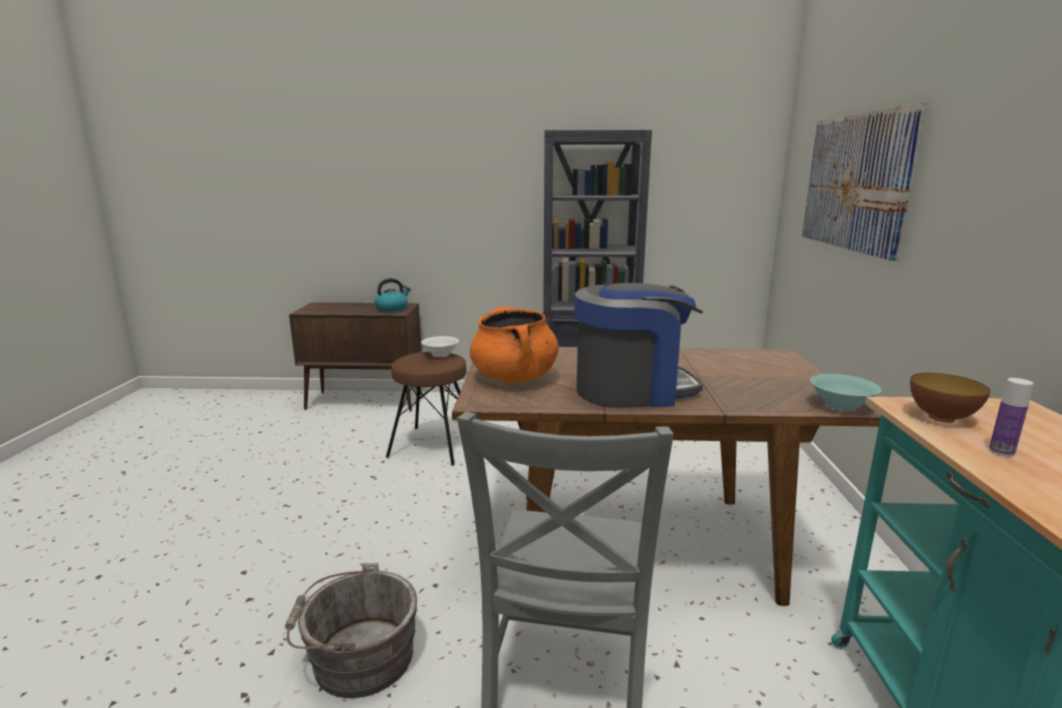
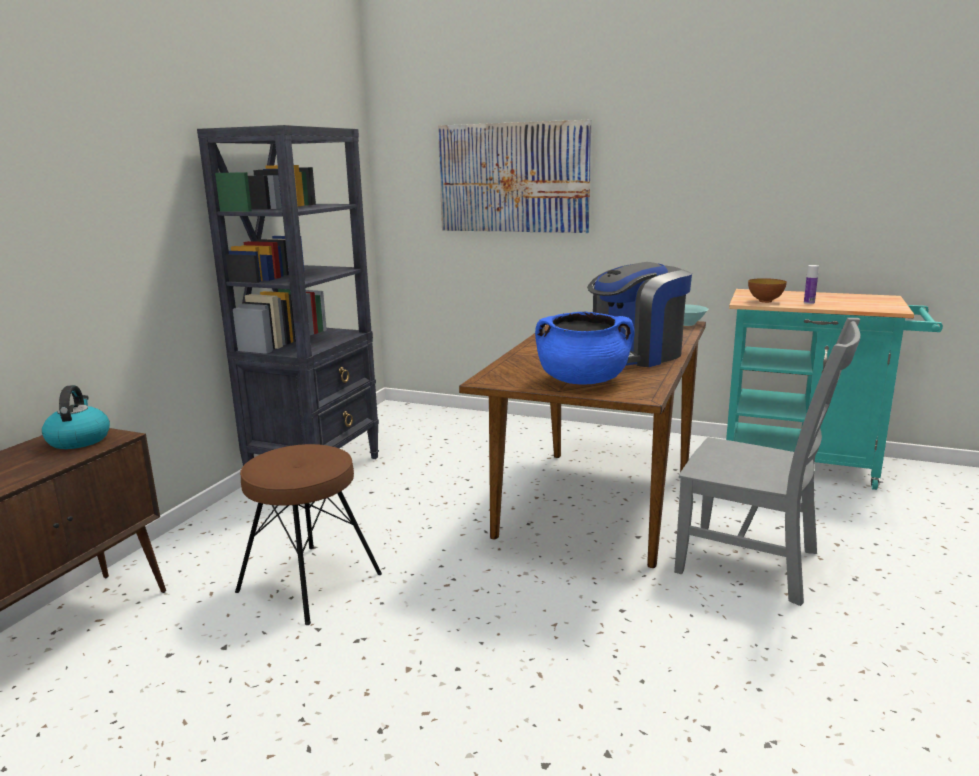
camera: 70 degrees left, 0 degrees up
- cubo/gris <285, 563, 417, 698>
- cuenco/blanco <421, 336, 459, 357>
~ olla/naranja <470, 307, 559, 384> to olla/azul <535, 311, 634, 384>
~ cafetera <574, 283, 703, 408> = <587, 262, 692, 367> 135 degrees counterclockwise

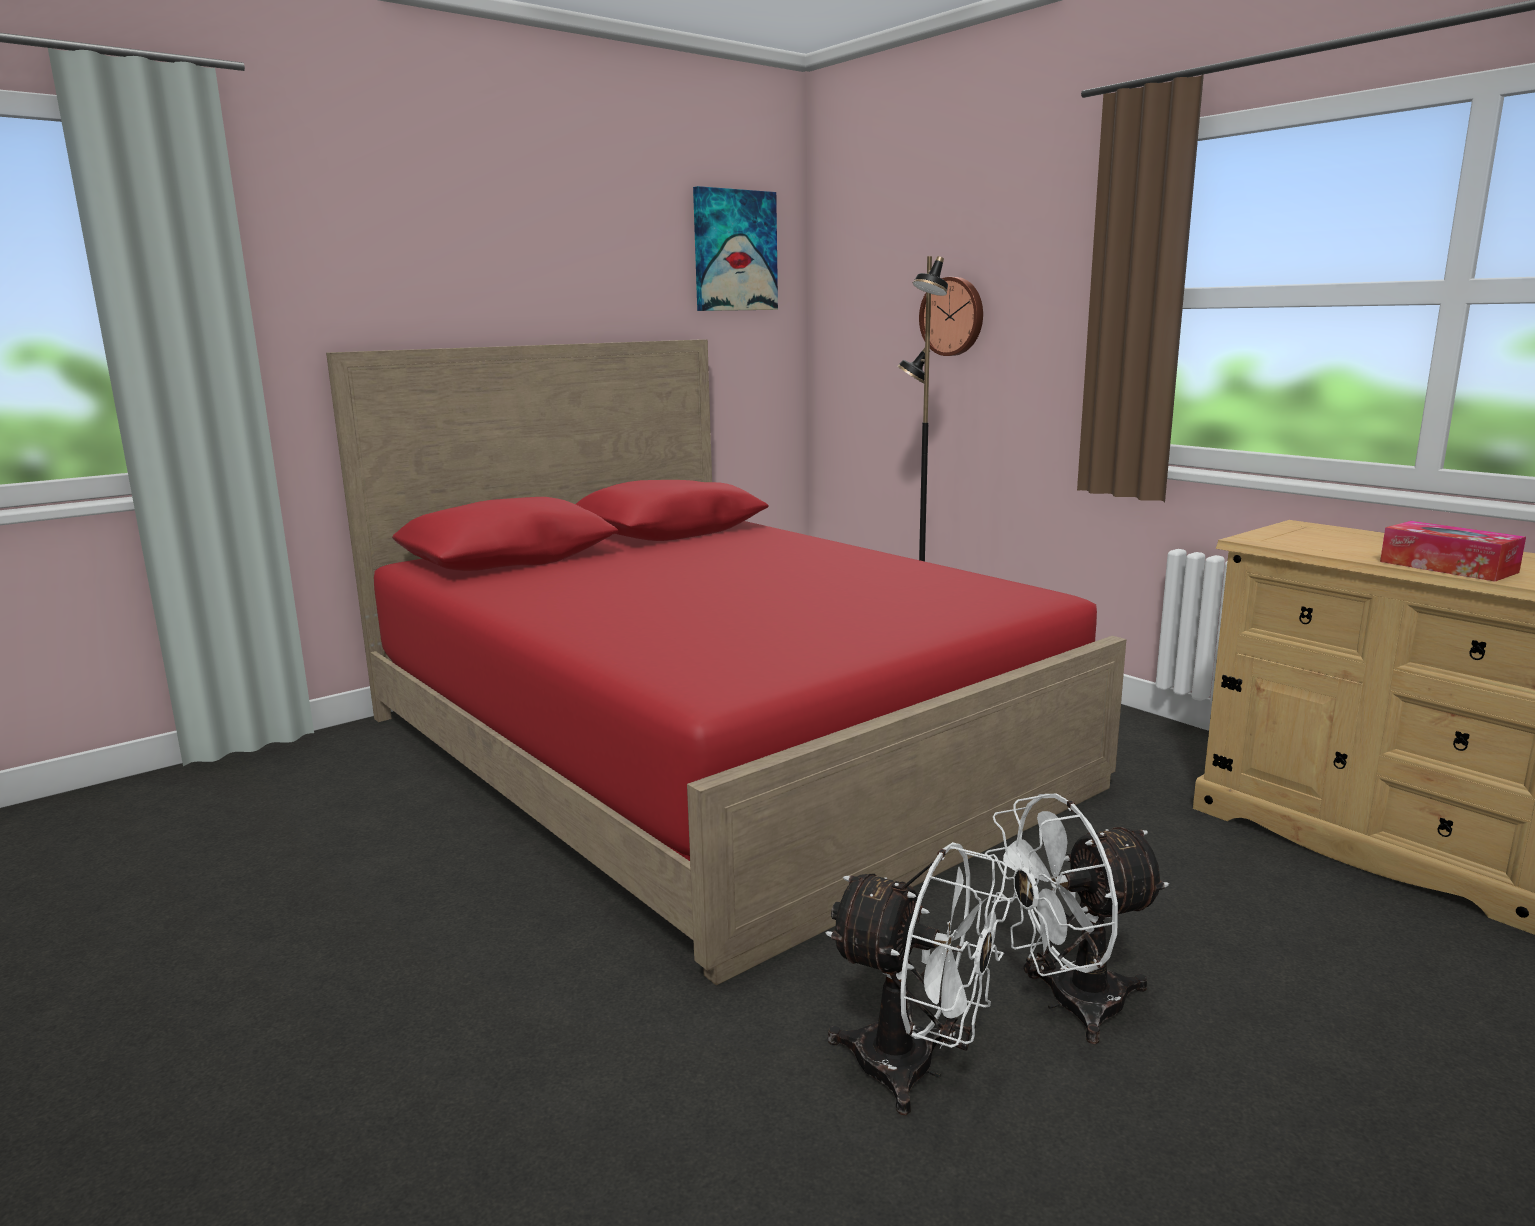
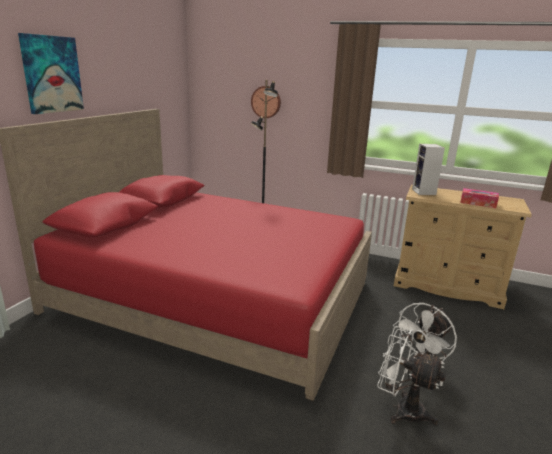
camera: 30 degrees left, 5 degrees up
~ cuadro <693, 186, 778, 311> to <18, 33, 84, 114>
~ ventilador/blanco <825, 842, 1010, 1115> = <377, 326, 446, 425> 150 degrees counterclockwise
+ altavoz <412, 144, 445, 195>

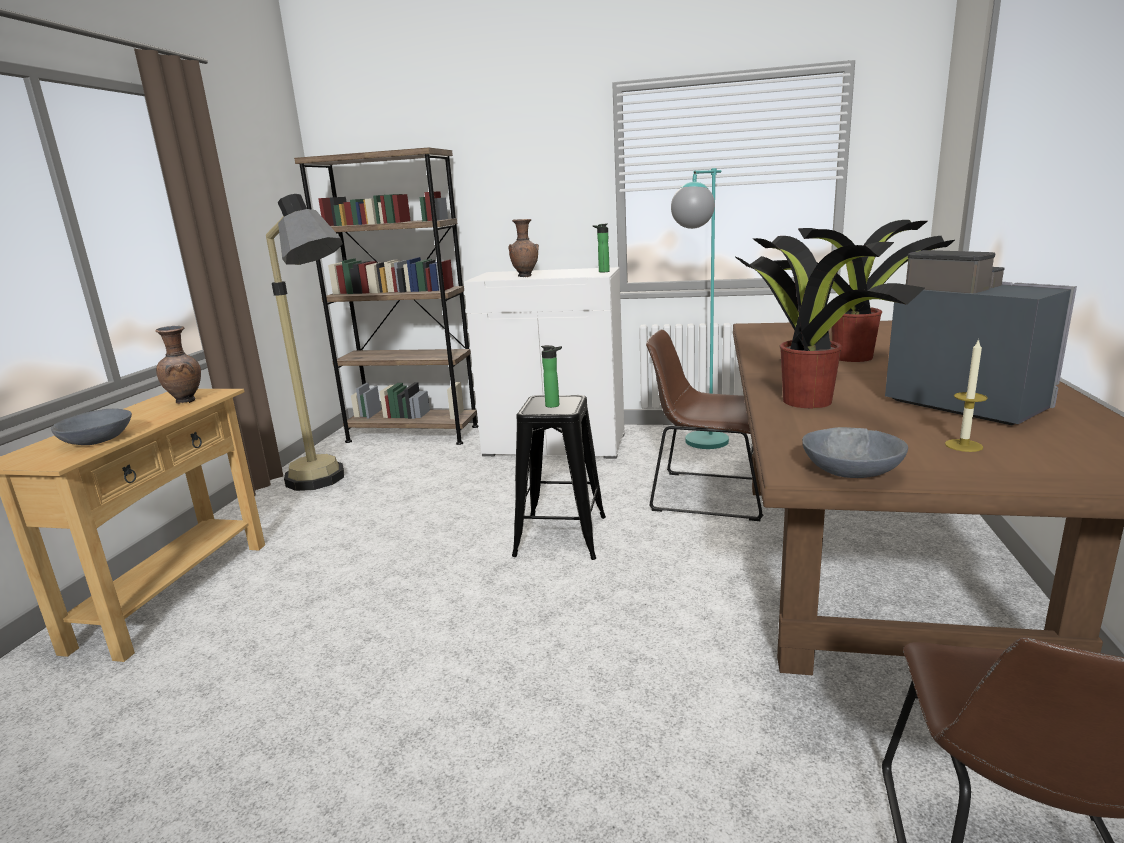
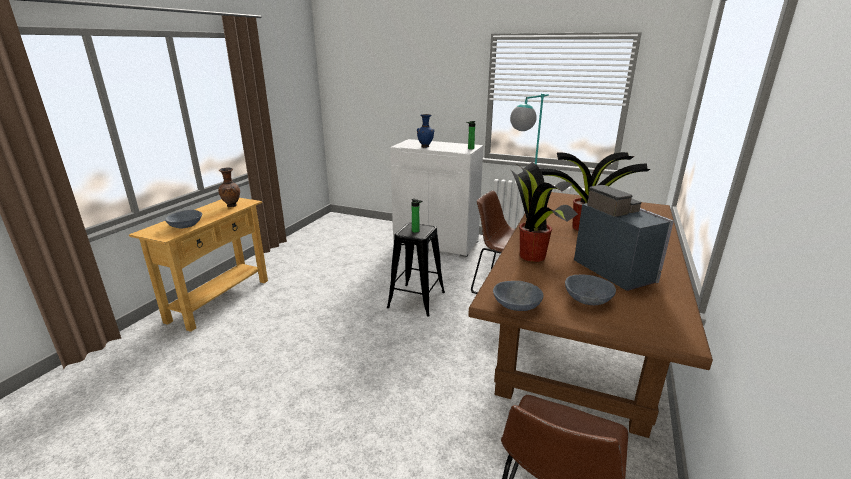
camera: 10 degrees right, 5 degrees up
- lámpara de pie <266, 194, 344, 491>
- estantería/marrón <294, 147, 479, 445>
~ florero/marrón <508, 219, 539, 277> to florero/azul <417, 114, 434, 148>
~ vela <945, 339, 988, 452> to cuenco/gris <565, 275, 616, 305>

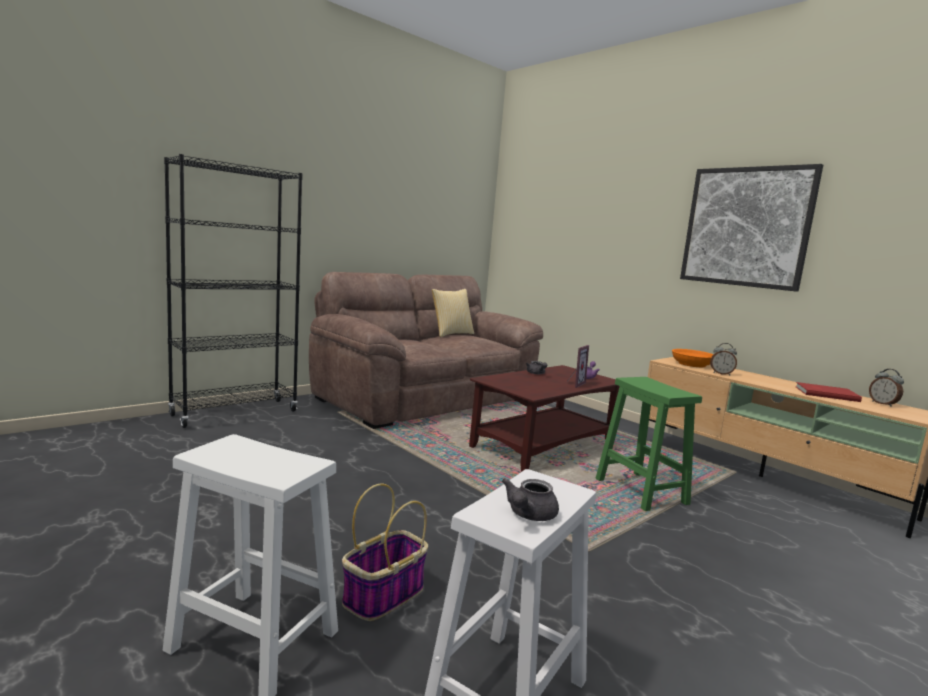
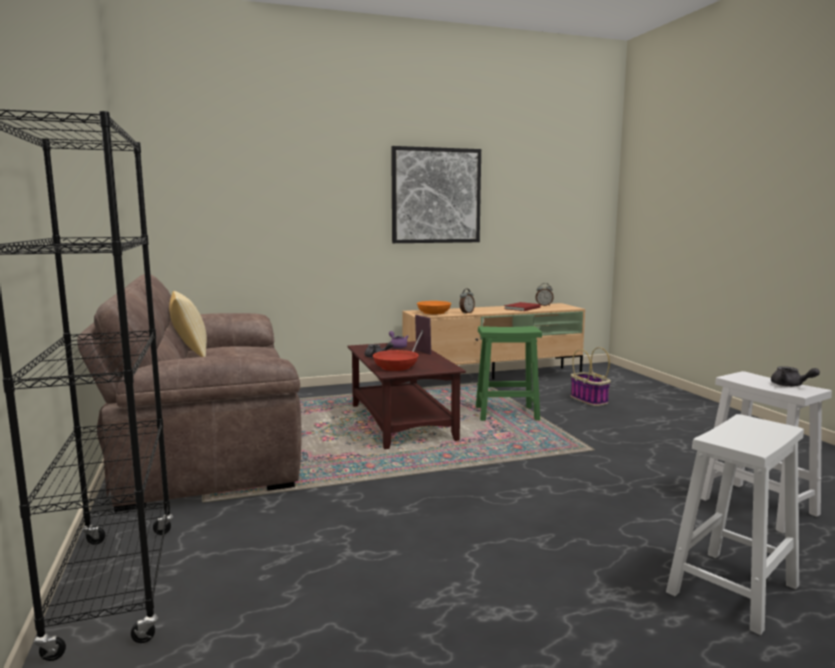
camera: 65 degrees left, 0 degrees up
~ cesta <342, 484, 428, 621> to <571, 347, 611, 406>
+ cuenco/rojo <373, 350, 419, 371>

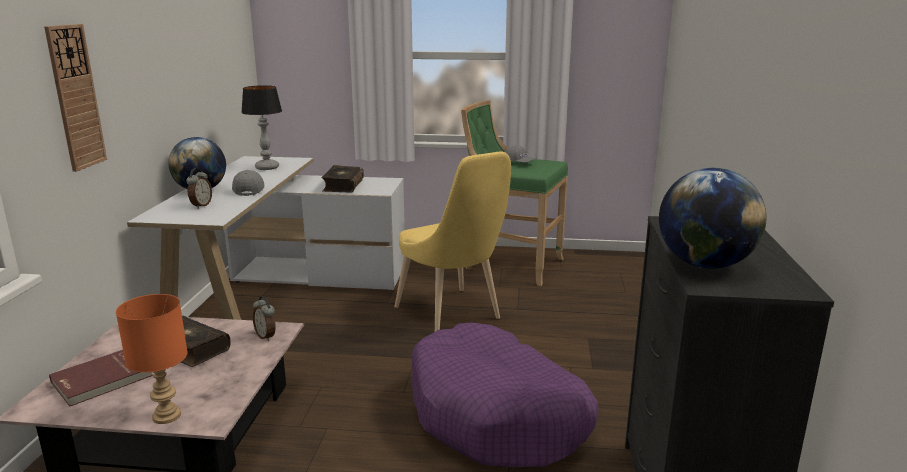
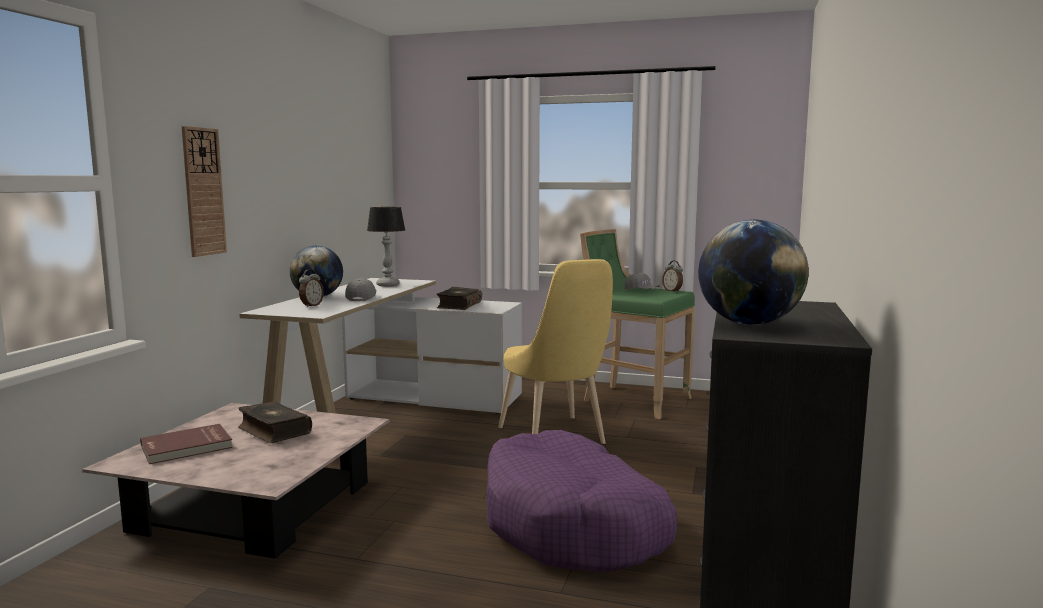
camera: 10 degrees right, 10 degrees down
- lámpara de mesa/naranja <116, 294, 188, 424>
~ despertador <253, 296, 276, 341> to <662, 260, 683, 293>

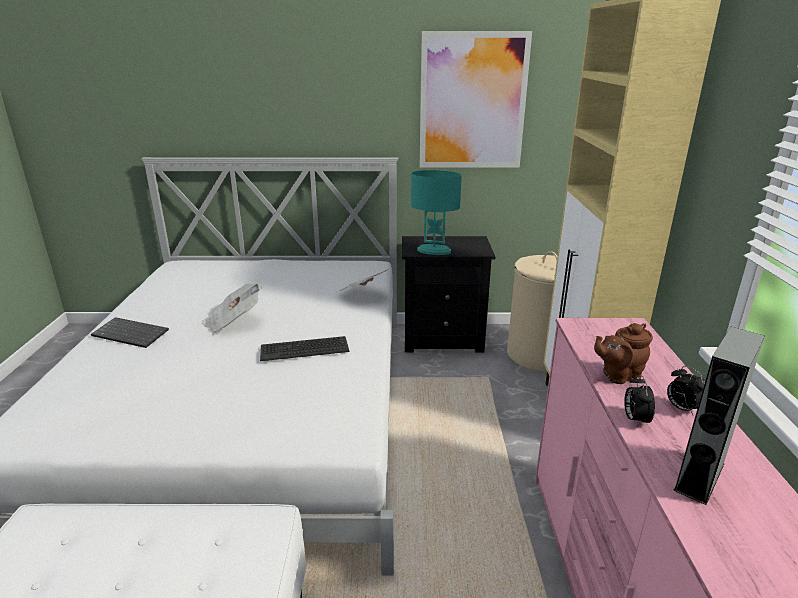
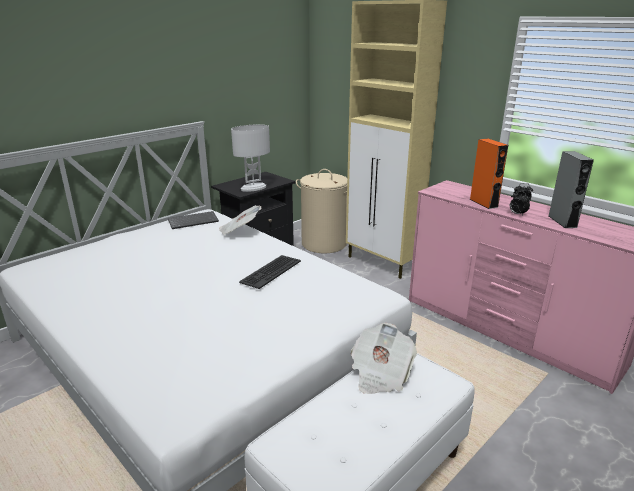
camera: 45 degrees left, 0 degrees up
~ teclado <91, 317, 169, 348> to <168, 211, 219, 229>
~ periódico <201, 283, 262, 332> to <351, 323, 417, 394>
~ lámpara de mesa/turquesa <411, 170, 461, 255> to lámpara de mesa/blanco <231, 124, 270, 192>
- cuadro <420, 31, 532, 168>
~ tetera/marrón <594, 323, 653, 384> to altavoz/naranja <470, 139, 508, 209>

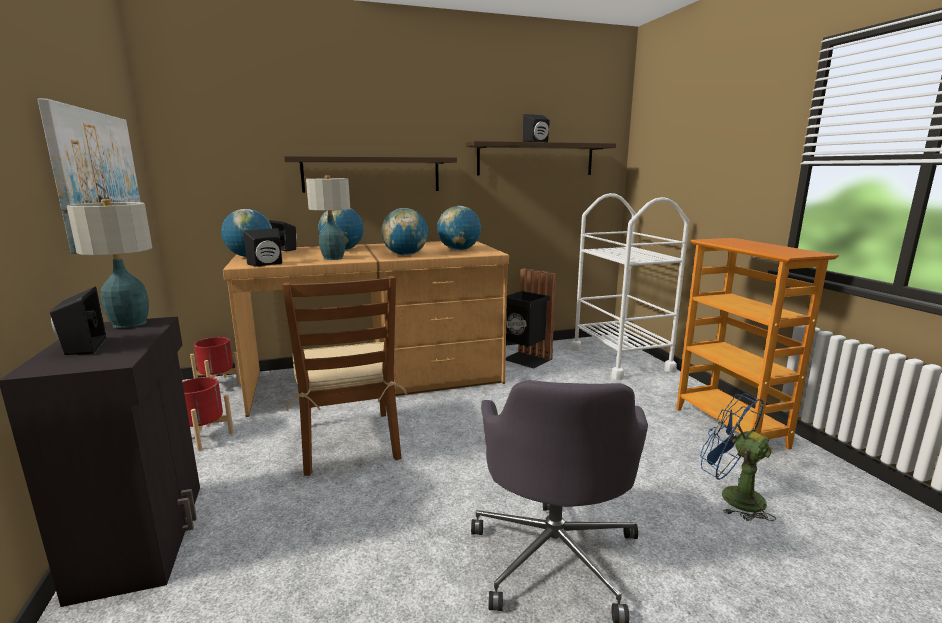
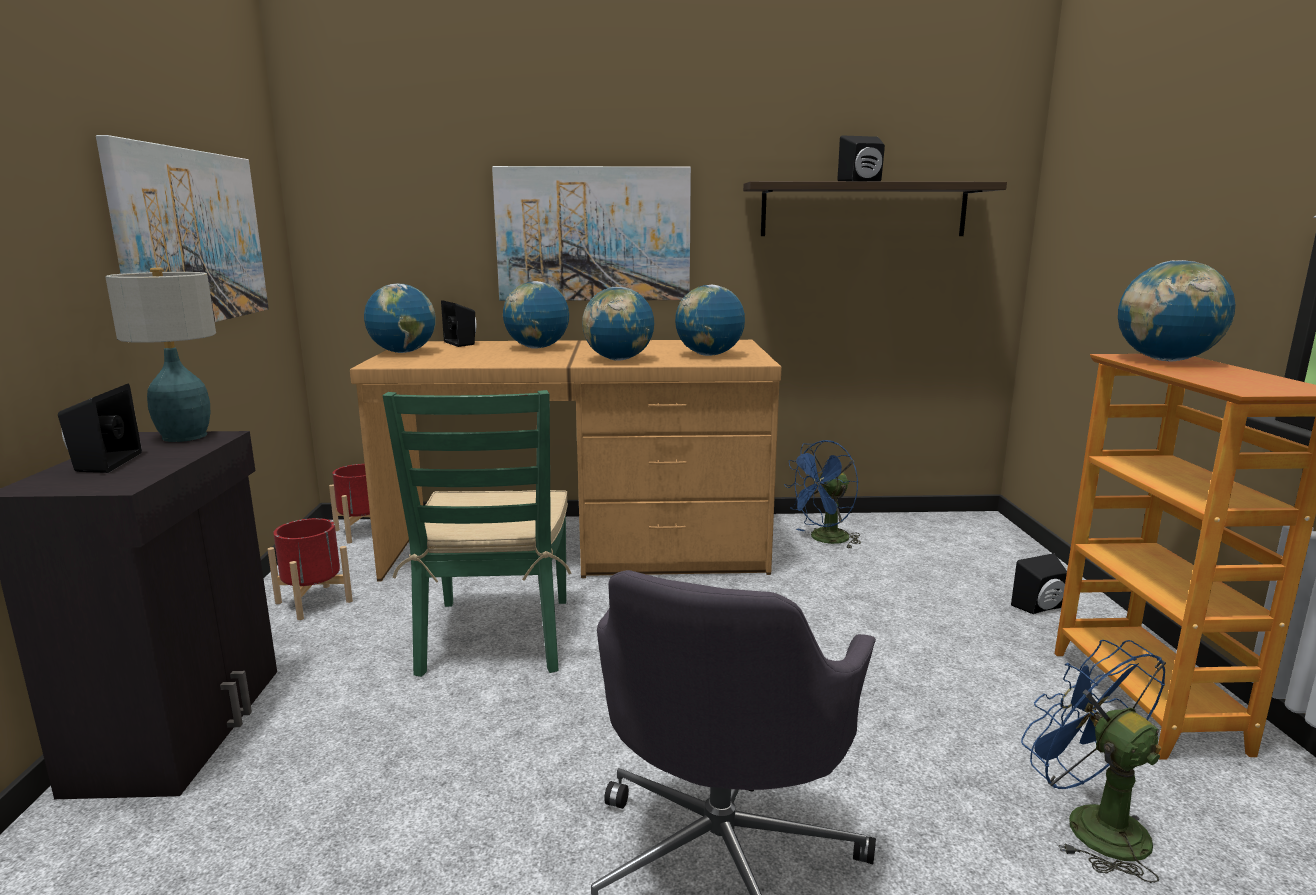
camera: 15 degrees right, 0 degrees up
~ altavoz/negro <243, 228, 282, 267> to <1011, 553, 1067, 614>
~ silla/marrón <282, 276, 407, 476> to silla/verde <382, 390, 571, 677>
~ estante <284, 156, 457, 193> to cuadro <492, 166, 691, 301>
- lámpara de mesa <306, 176, 350, 260>
~ papelera/negro <506, 268, 556, 369> to ventilador/azul <784, 440, 861, 548>
- carrito/blanco <571, 193, 689, 380>
+ globo terráqueo <1118, 260, 1235, 361>

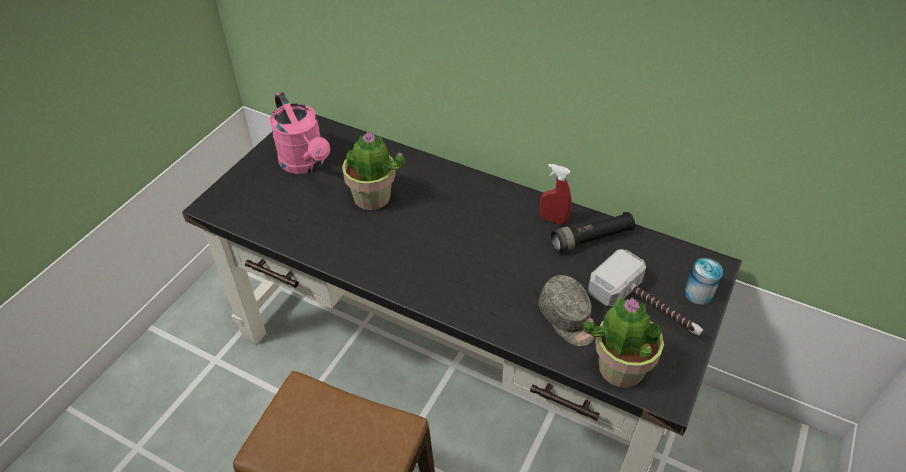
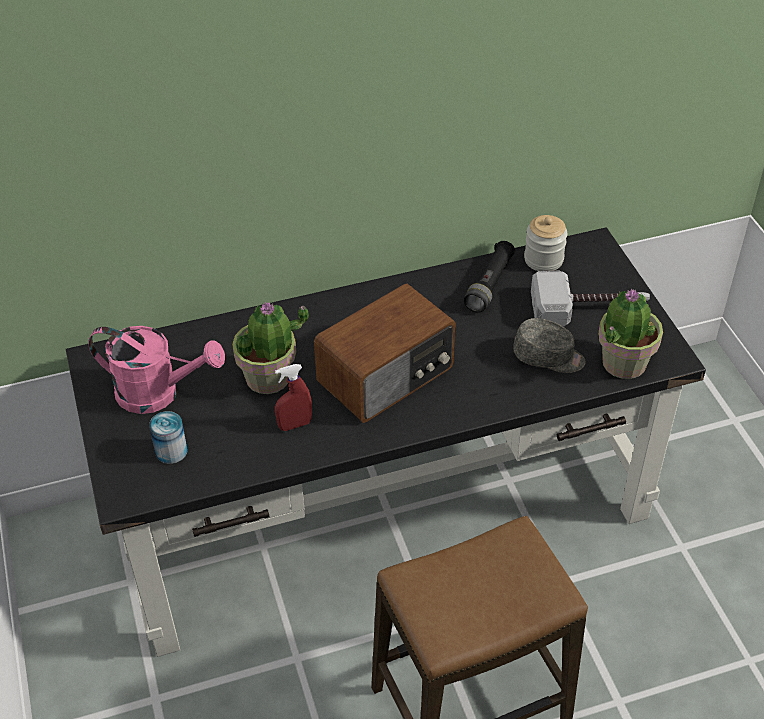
camera: 45 degrees left, 0 degrees up
~ pulverizador/rojo <539, 164, 572, 225> to <275, 364, 312, 431>
~ lata <684, 258, 723, 305> to <149, 411, 188, 464>
+ radio <314, 283, 456, 423>
+ tarro <524, 215, 567, 271>

